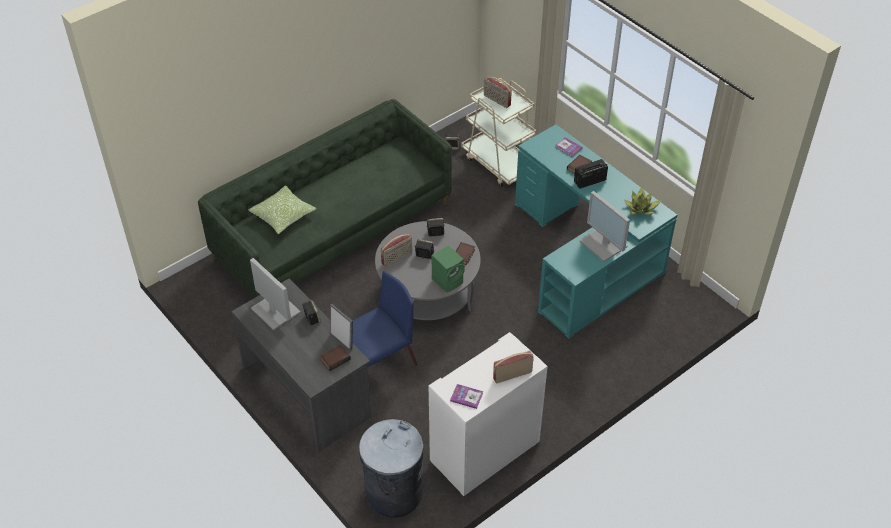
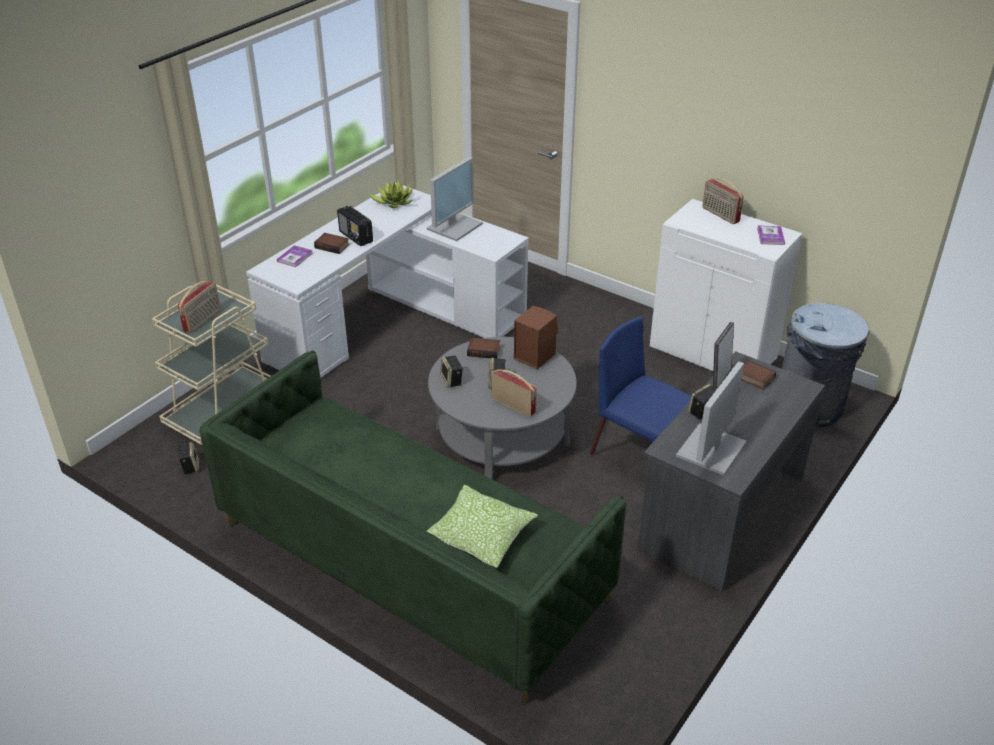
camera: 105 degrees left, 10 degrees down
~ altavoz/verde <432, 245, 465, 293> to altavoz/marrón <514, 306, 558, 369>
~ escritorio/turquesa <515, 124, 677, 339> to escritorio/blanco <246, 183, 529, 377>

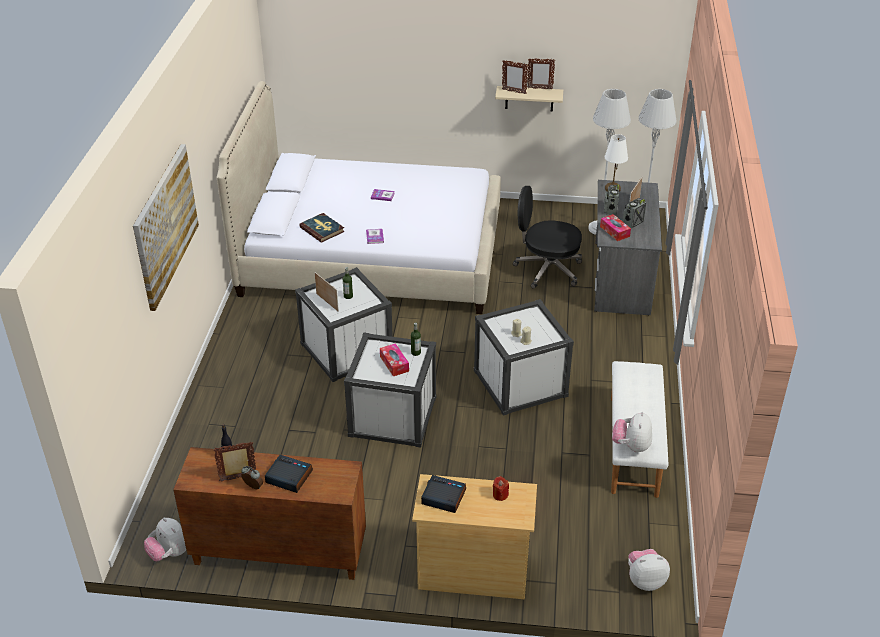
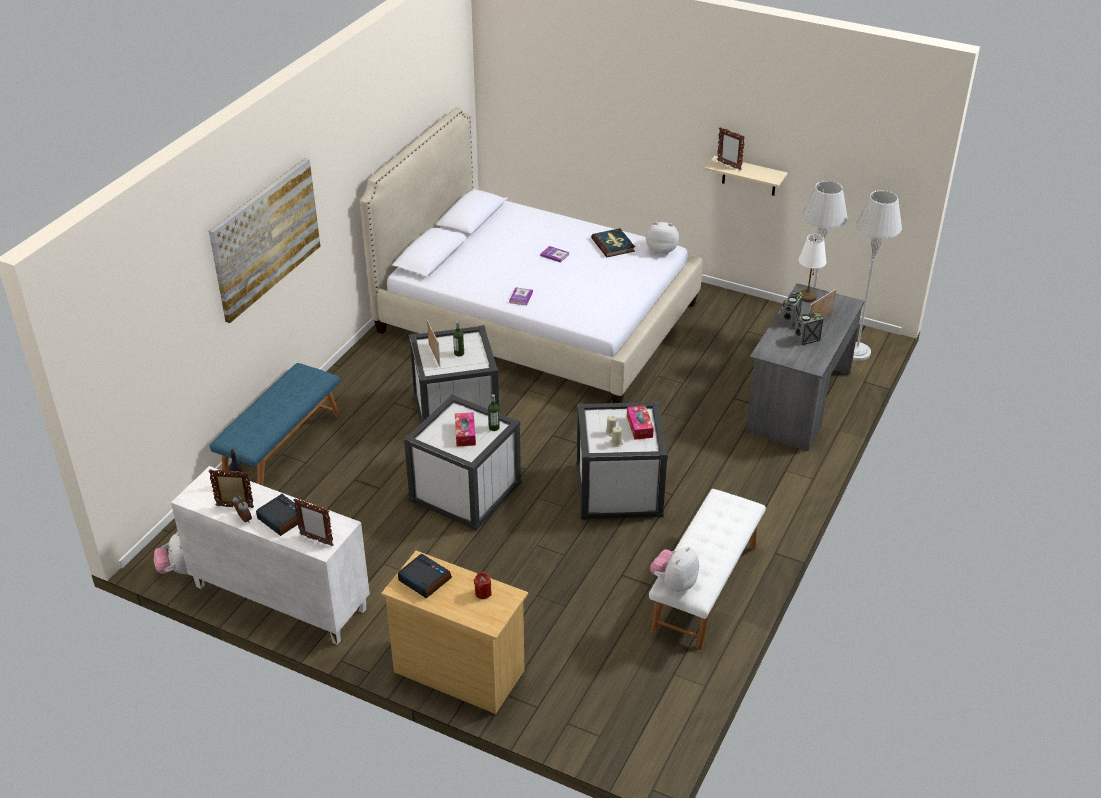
camera: 20 degrees right, 0 degrees up
~ armario/marrón <173, 447, 366, 580> to armario/blanco <171, 466, 370, 645>
~ libro <299, 213, 344, 243> to <591, 228, 635, 257>
- silla de oficina/negro <513, 186, 582, 289>
~ portarretratos <527, 58, 555, 90> to <293, 498, 334, 546>
~ caja de pañuelos <600, 214, 631, 241> to <627, 405, 654, 440>
~ peluche <628, 549, 670, 591> to <646, 222, 679, 255>
+ banco/azul <210, 363, 340, 486>

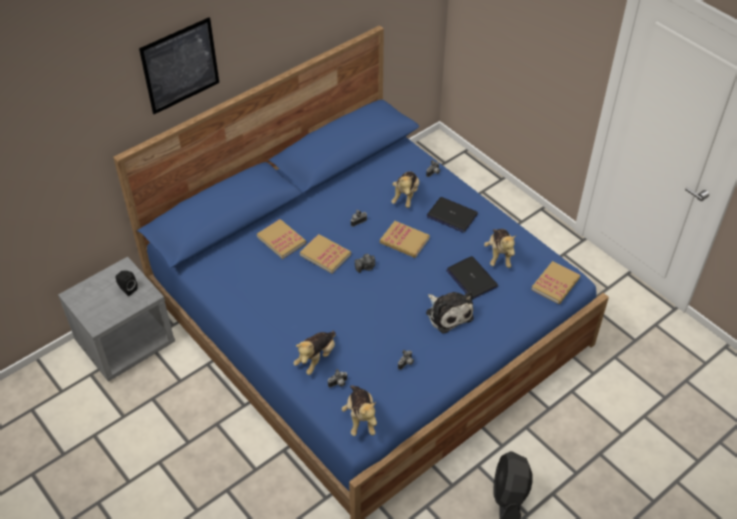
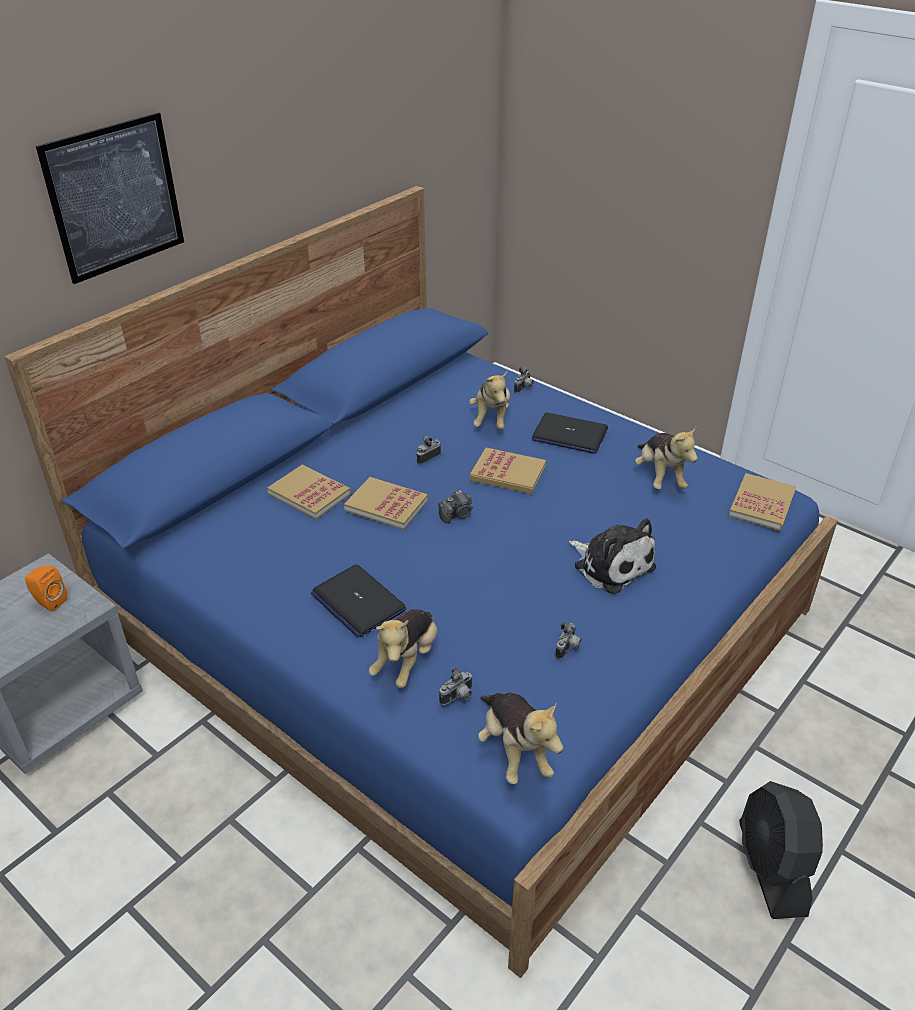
camera: 10 degrees left, 10 degrees down
~ altavoz/negro <115, 270, 138, 296> to altavoz/naranja <25, 566, 67, 612>
~ portátil <446, 256, 498, 299> to <311, 564, 406, 637>

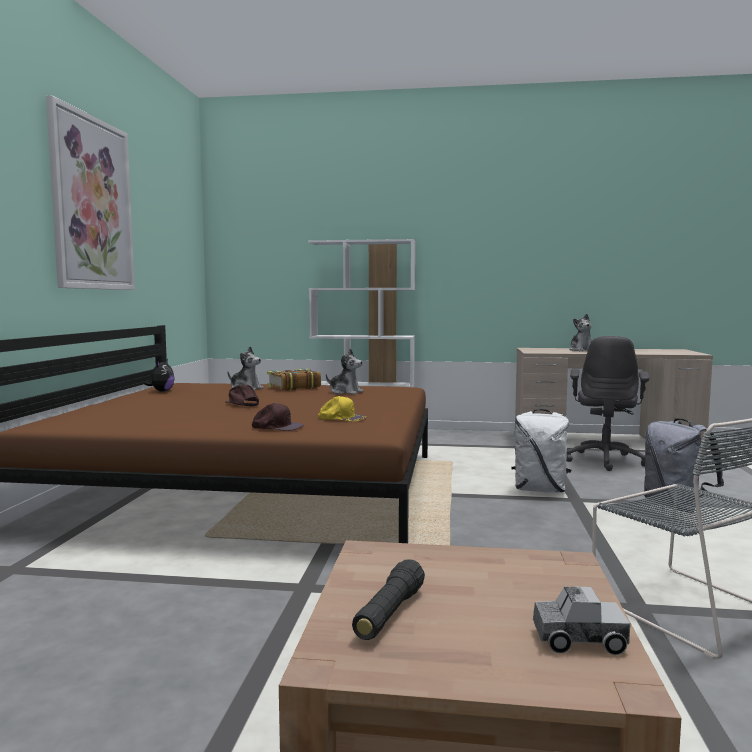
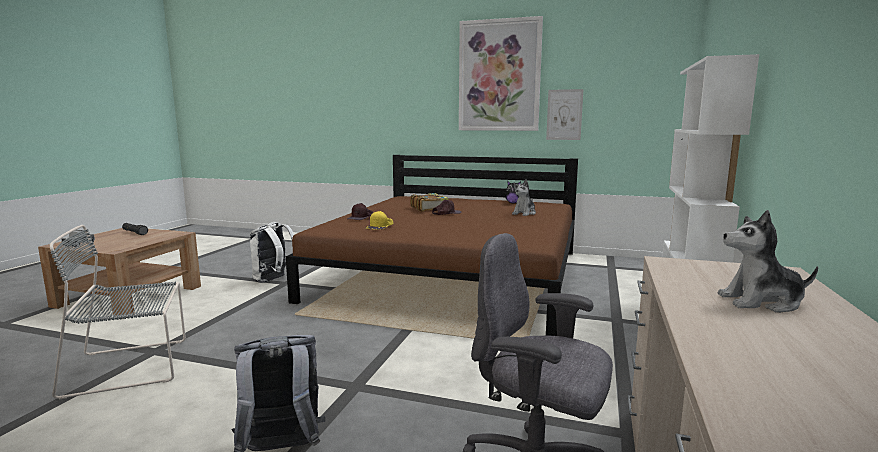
camera: 100 degrees right, 5 degrees up
~ libro <267, 369, 321, 391> to <410, 193, 448, 212>
- peluche <326, 348, 364, 395>
~ mochila/blanco <511, 409, 571, 493> to <250, 222, 300, 283>
+ cuadro <546, 89, 584, 140>

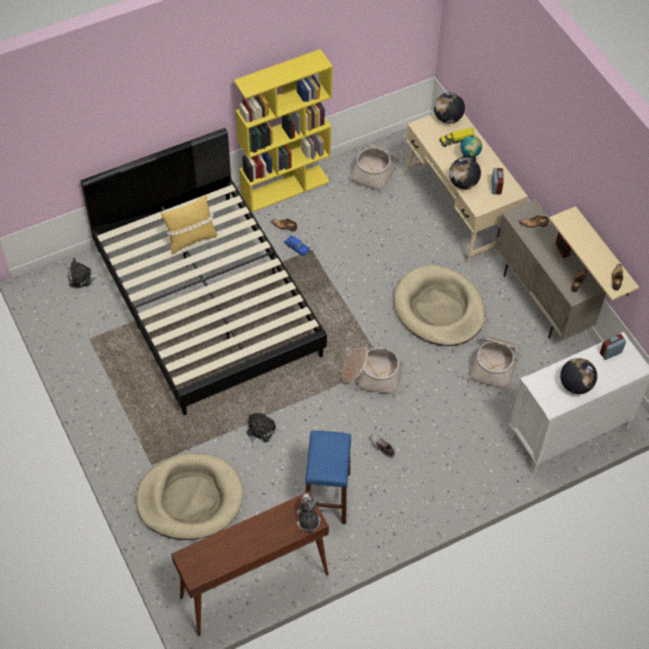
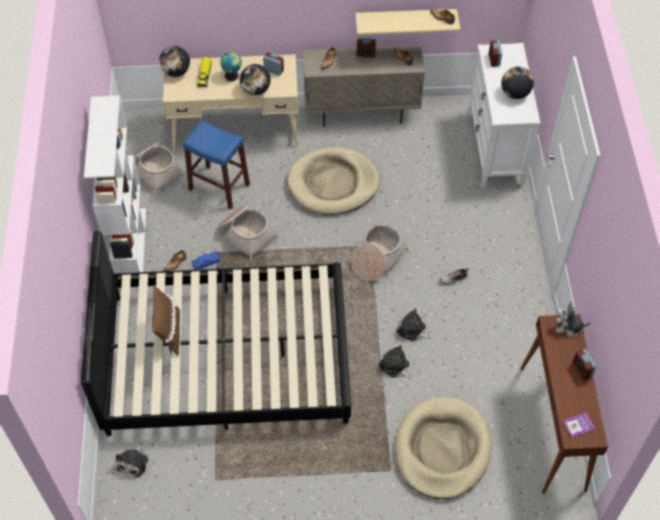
camera: 65 degrees left, 0 degrees up
~ cojín/amarillo <161, 195, 217, 255> to cojín/marrón <152, 285, 180, 356>
~ estantería/amarillo <234, 49, 333, 212> to estantería/blanco <84, 96, 146, 274>
~ taburete/azul <305, 431, 352, 524> to <183, 120, 250, 209>
~ cesta <467, 336, 520, 393> to <218, 204, 278, 261>
+ peluche <397, 309, 431, 342>
+ libro <563, 412, 595, 438>
+ despertador <572, 349, 596, 380>

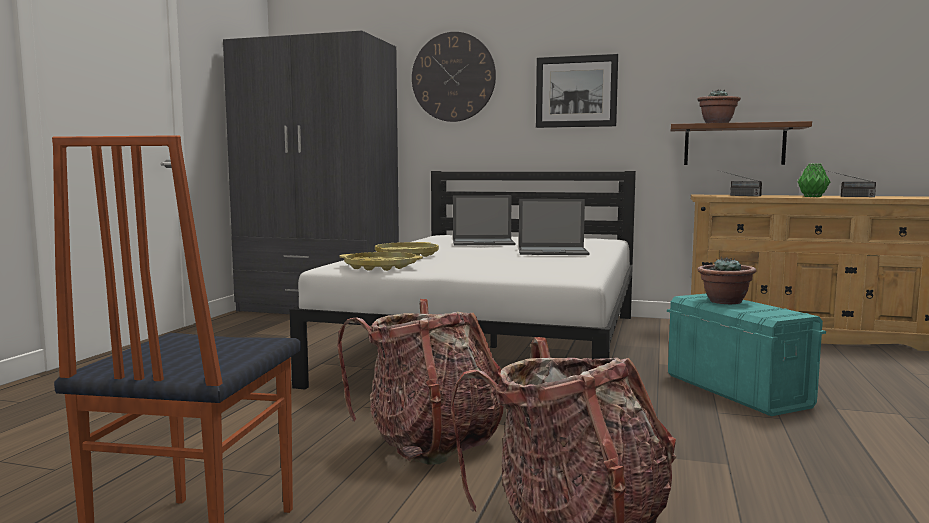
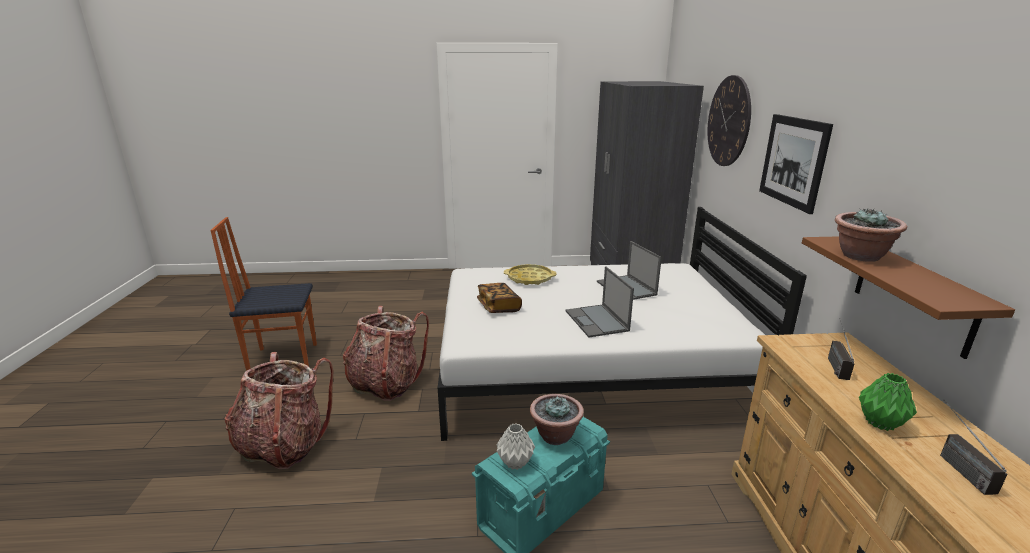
camera: 70 degrees right, 15 degrees up
- bandeja/amarillo <339, 252, 423, 271>
+ libro <477, 283, 522, 313>
+ florero/gris <497, 423, 535, 470>

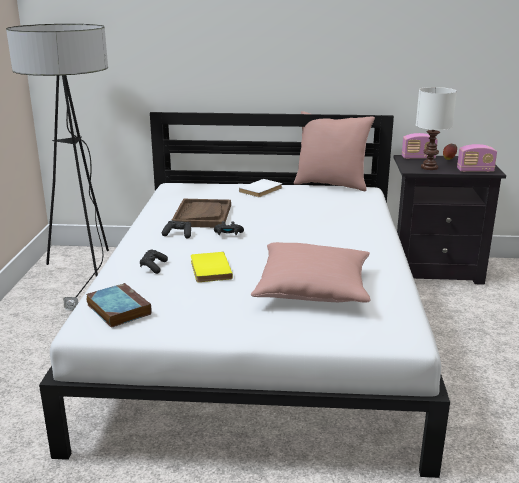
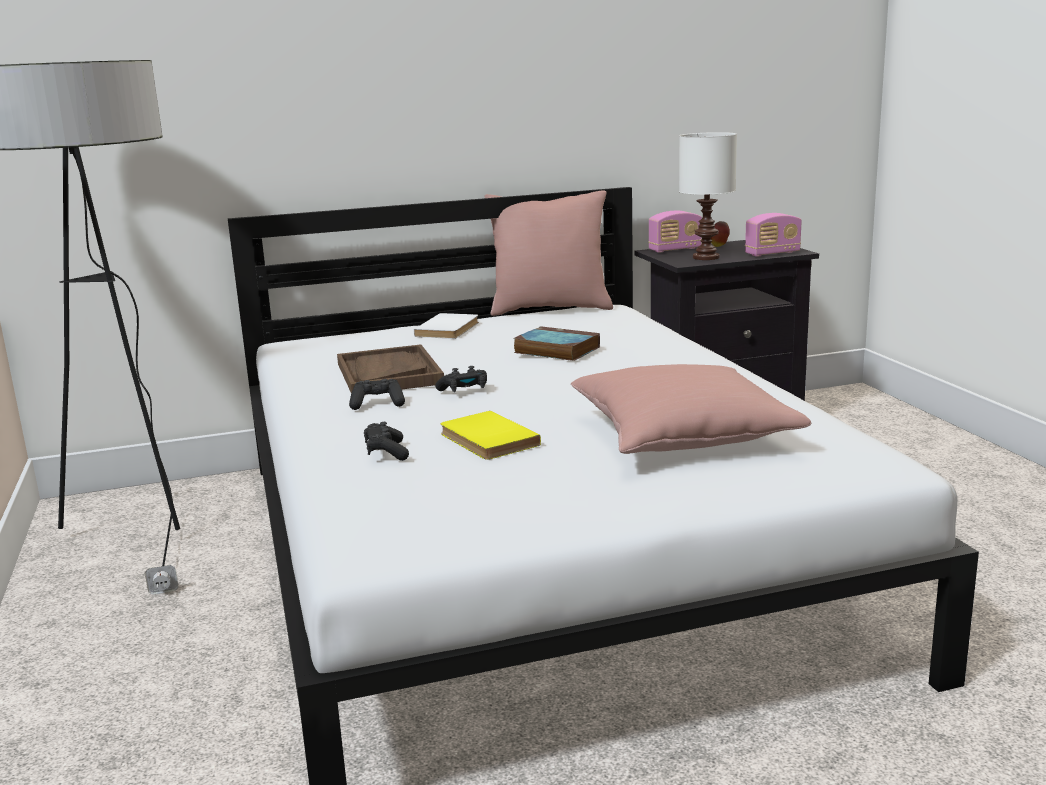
camera: 20 degrees left, 5 degrees down
~ libro <86, 283, 151, 328> to <513, 326, 600, 361>

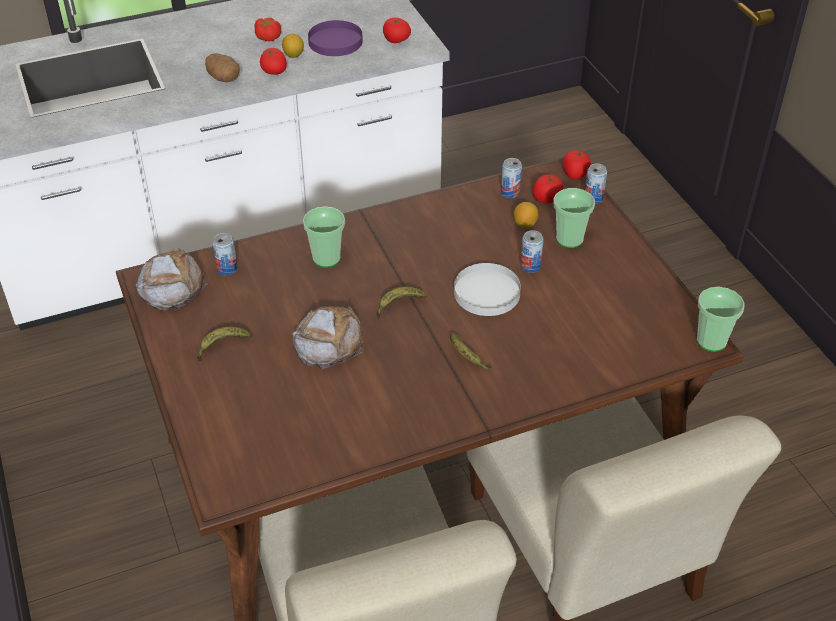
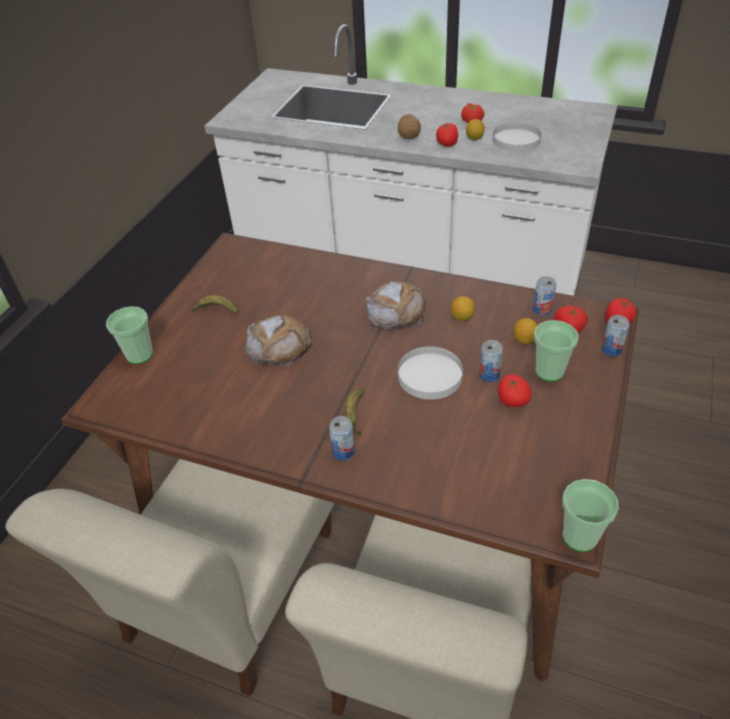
camera: 45 degrees right, 0 degrees up
~ pan <136, 248, 208, 311> to <366, 281, 426, 331>
~ lata <212, 233, 238, 275> to <329, 416, 355, 460>
~ taza <303, 206, 345, 268> to <106, 306, 153, 364>
~ plato/morado <308, 20, 363, 56> to plato/blanco <492, 122, 542, 152>
- plátano <376, 287, 426, 319>
~ tomate <383, 18, 411, 43> to <498, 374, 531, 407>
+ limón <451, 296, 475, 321>

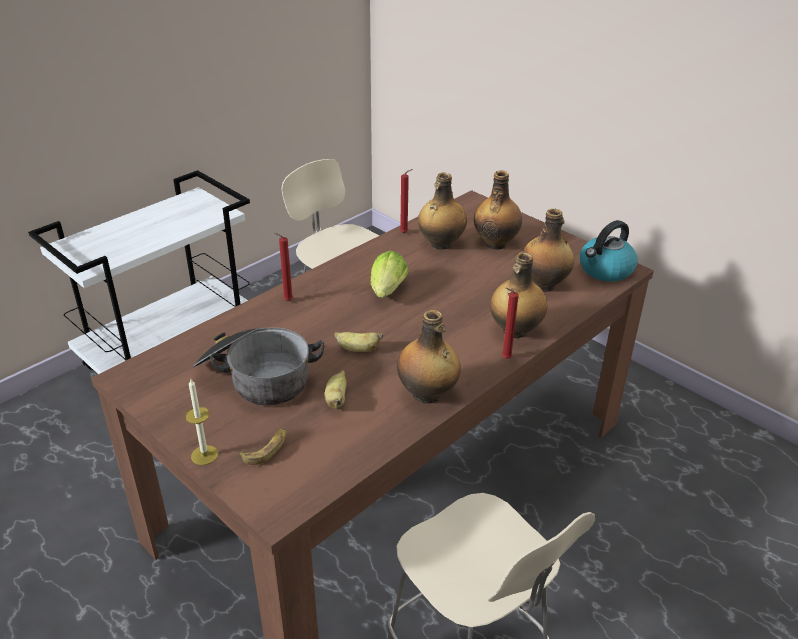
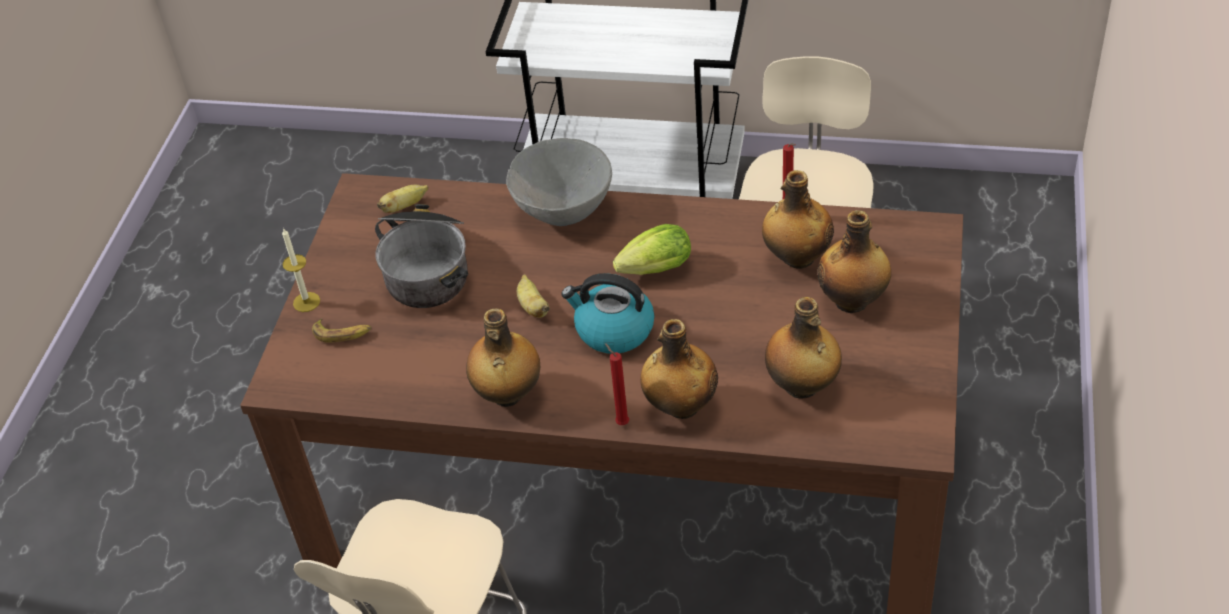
camera: 60 degrees right, 10 degrees up
~ vela/rojo <274, 233, 293, 301> to cuenco/gris <506, 138, 612, 226>
~ plátano <325, 370, 347, 409> to <377, 185, 429, 213>
~ hervidor <580, 220, 638, 282> to <561, 273, 655, 354>

